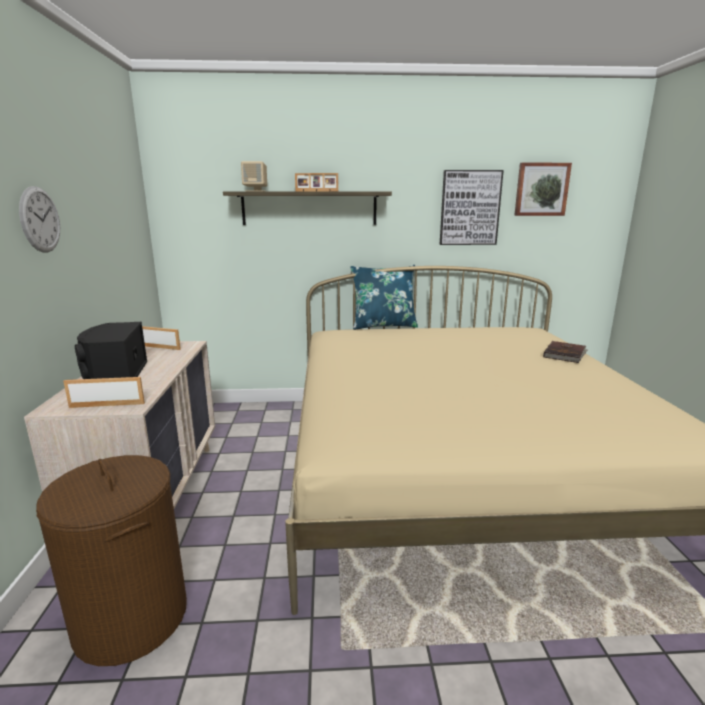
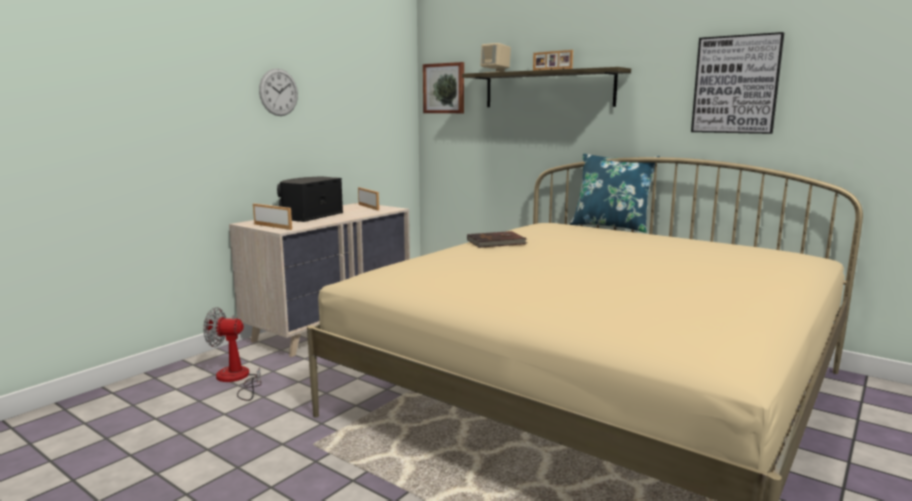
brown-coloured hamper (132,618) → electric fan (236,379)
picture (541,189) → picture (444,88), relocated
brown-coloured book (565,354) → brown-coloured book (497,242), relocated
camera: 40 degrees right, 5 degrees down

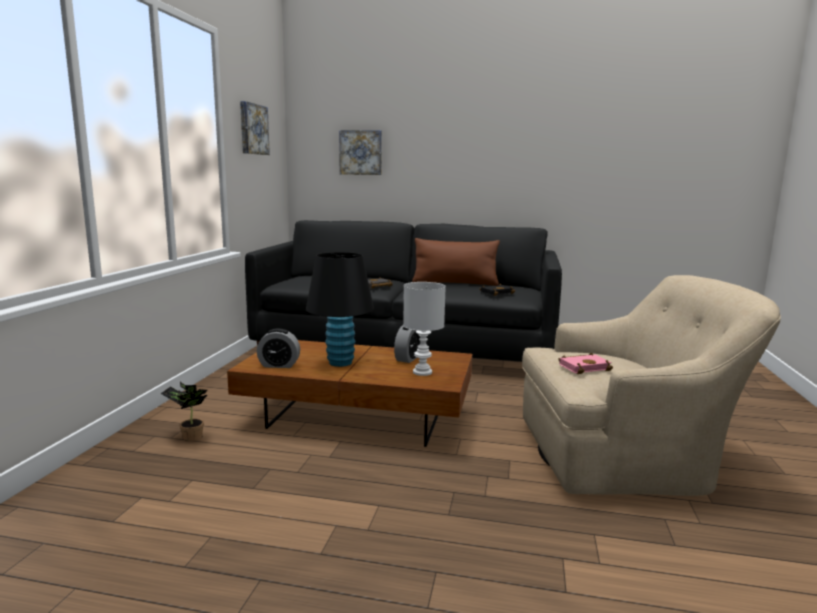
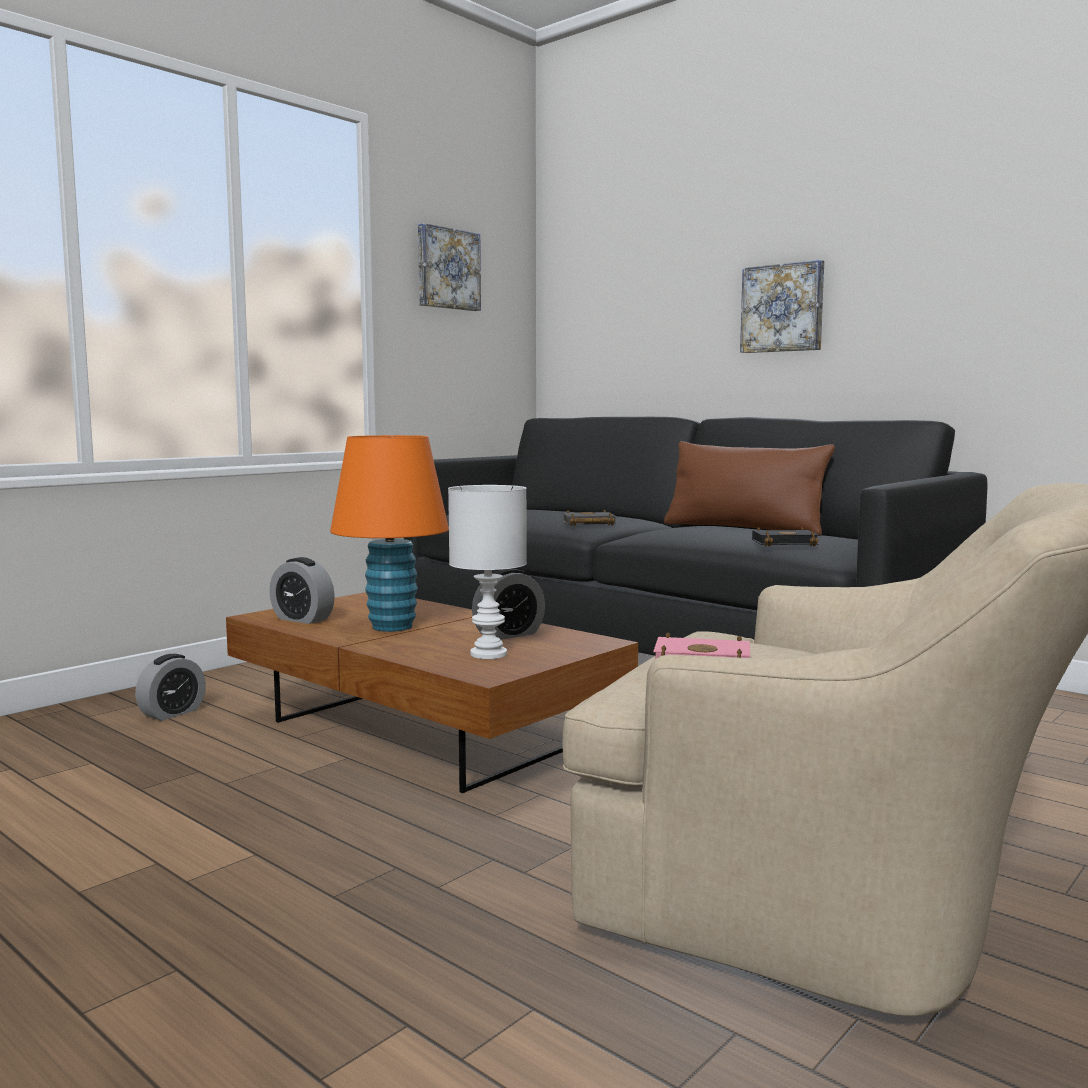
houseplant (189,436) → alarm clock (172,713)
blackish lamp for a table (340,363) → orange-coloured lamp for a table (392,627)
picture (361,152) → picture (783,308), relocated
camera: 30 degrees right, 5 degrees down

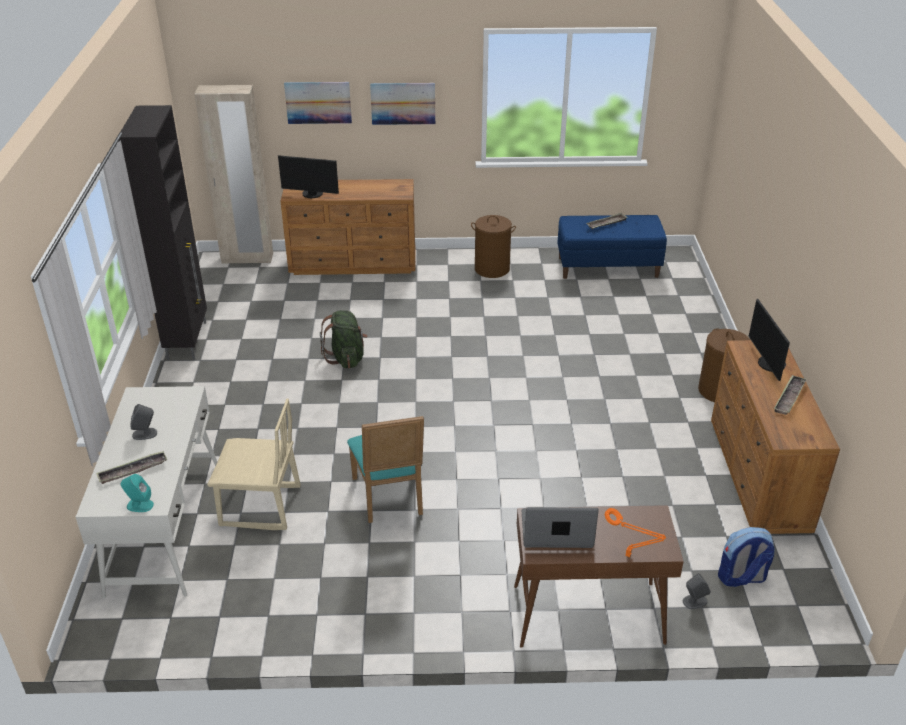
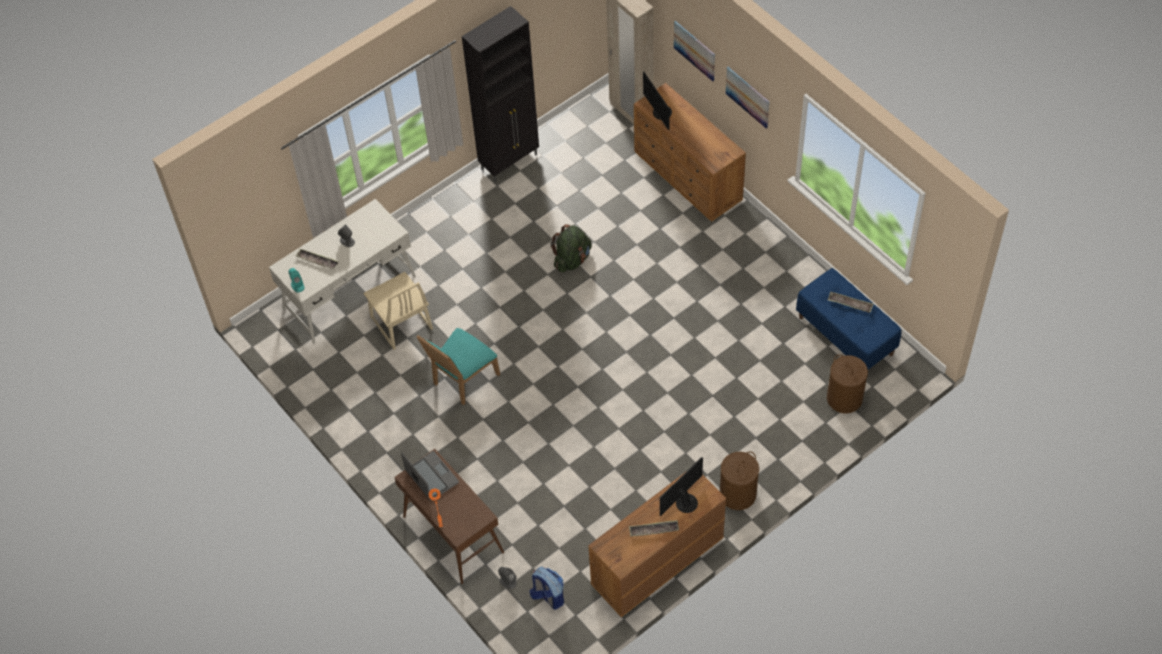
brown-coloured hamper (492,269) → brown-coloured hamper (844,398), relocated
camera: 55 degrees right, 20 degrees up

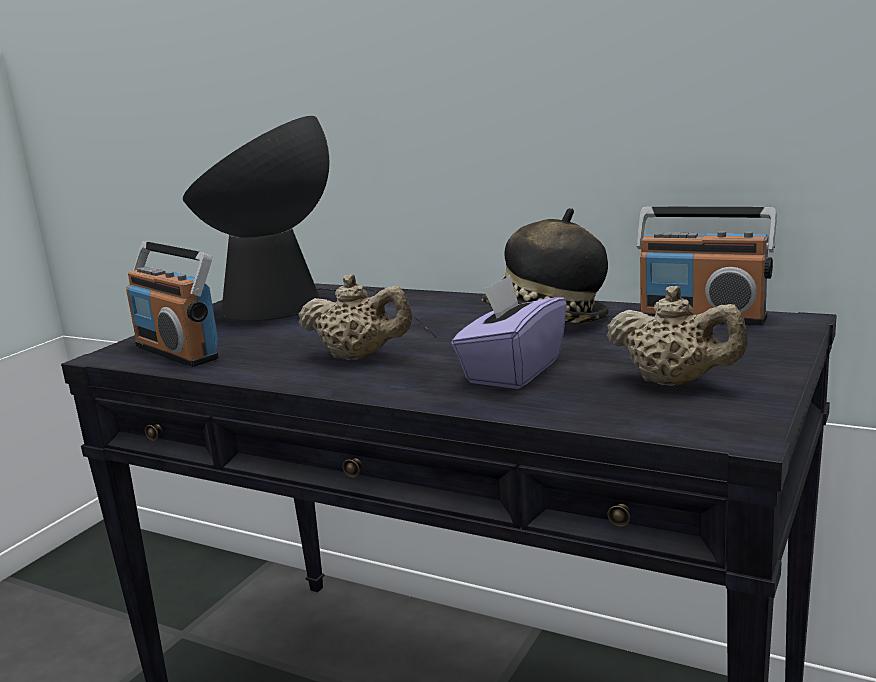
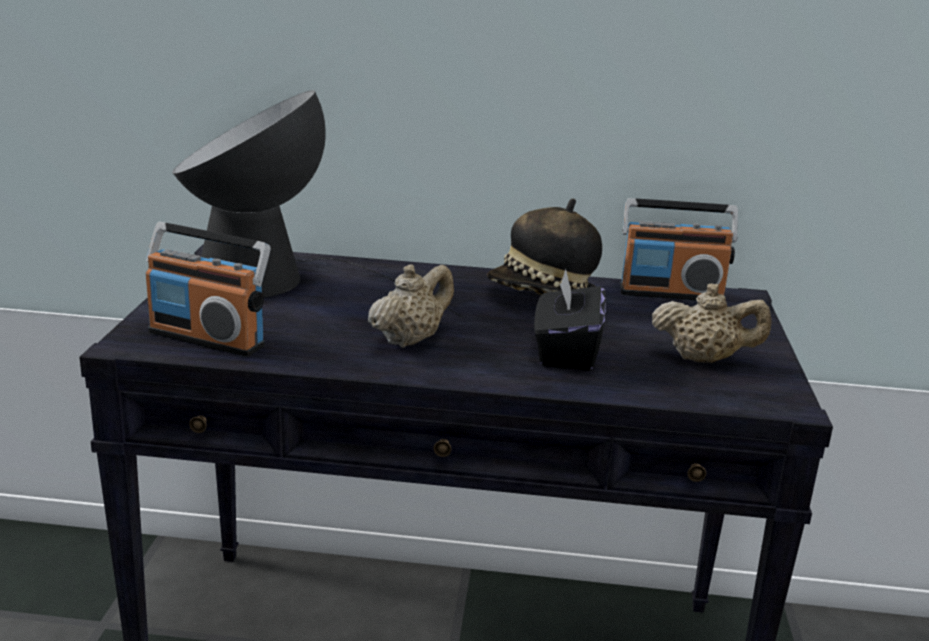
sand-coloured pot for tea (359,356) → sand-coloured pot for tea (410,340), 45 degrees counterclockwise
purplish tissue holder (512,371) → blackish tissue holder (566,352)
camera: 25 degrees left, 5 degrees up

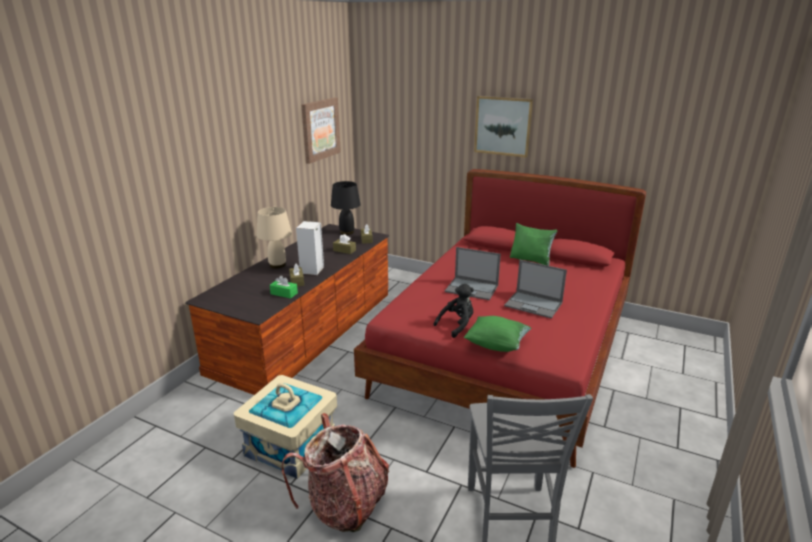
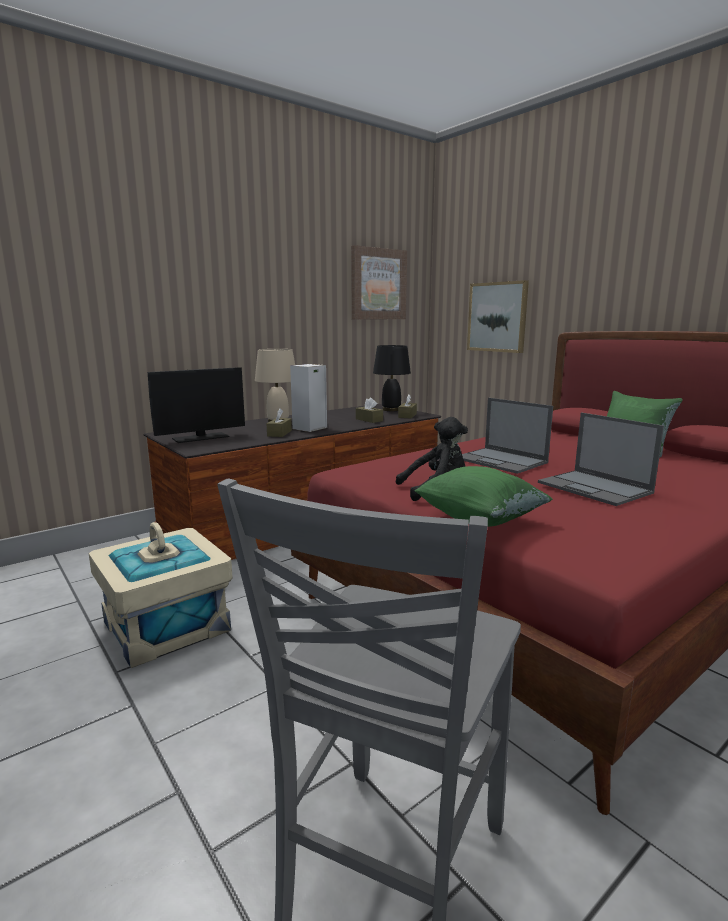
- → computer screen (200,437)
picture (503,126) → picture (497,317), relocated
greenish tissue holder (284,293) → -
backpack (344,505) → -
camera: 25 degrees right, 10 degrees down

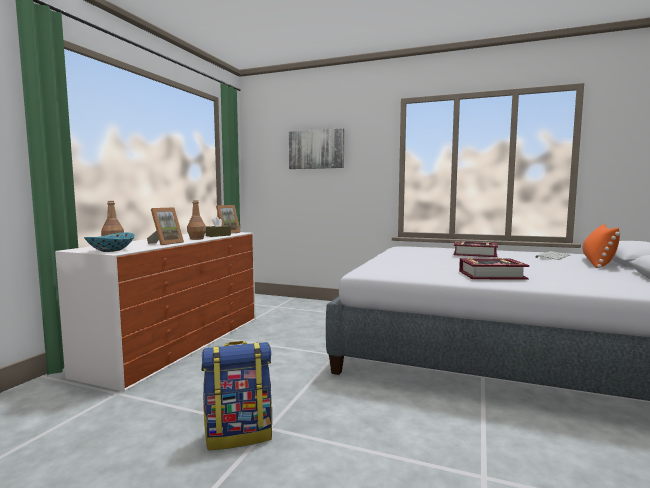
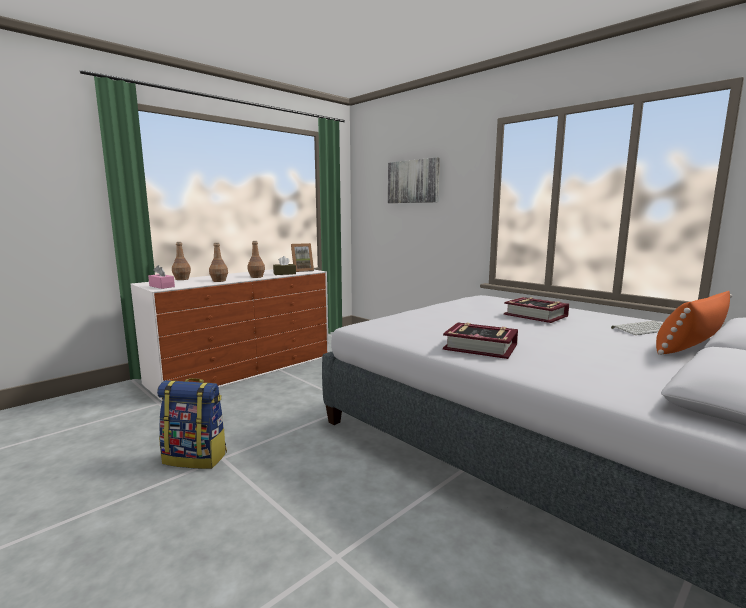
serving bowl (111,250) → pink-coloured tissue holder (162,286)
picture frame (165,243) → brown-coloured beverage bottle (219,281)
camera: 25 degrees right, 5 degrees up

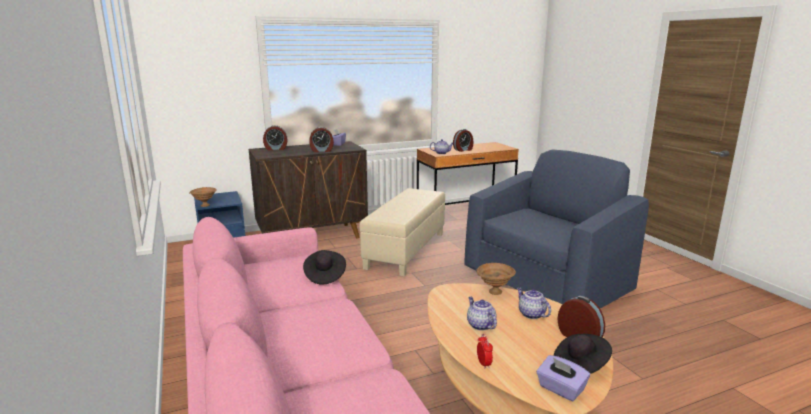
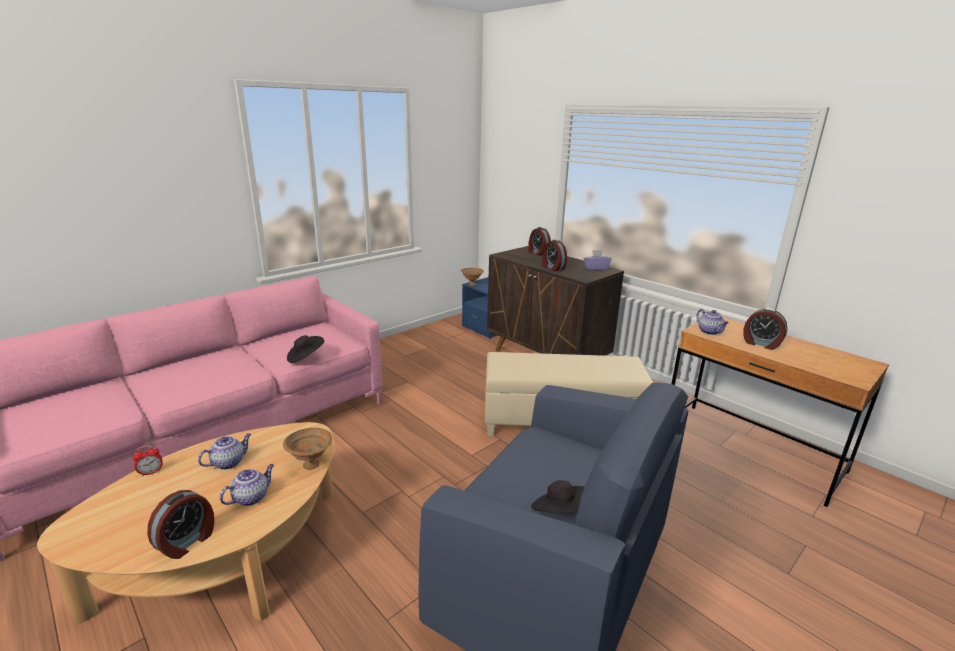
blackish hat (580,366) → blackish hat (559,511), relocated
purplish tissue holder (560,389) → -
camera: 70 degrees right, 5 degrees up

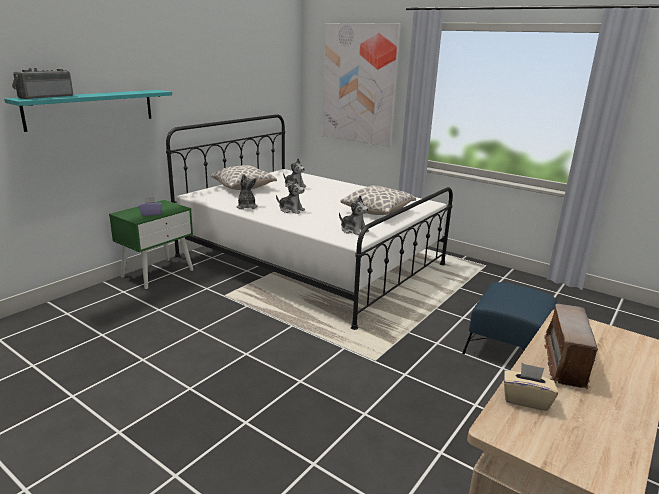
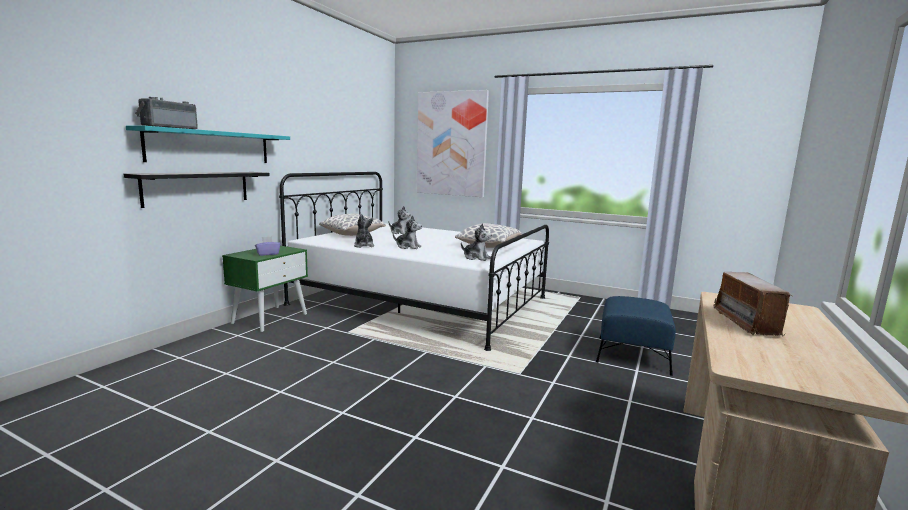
- → blackish wall shelf (197,188)
sand-coloured tissue holder (525,399) → -
camera: 10 degrees left, 10 degrees down

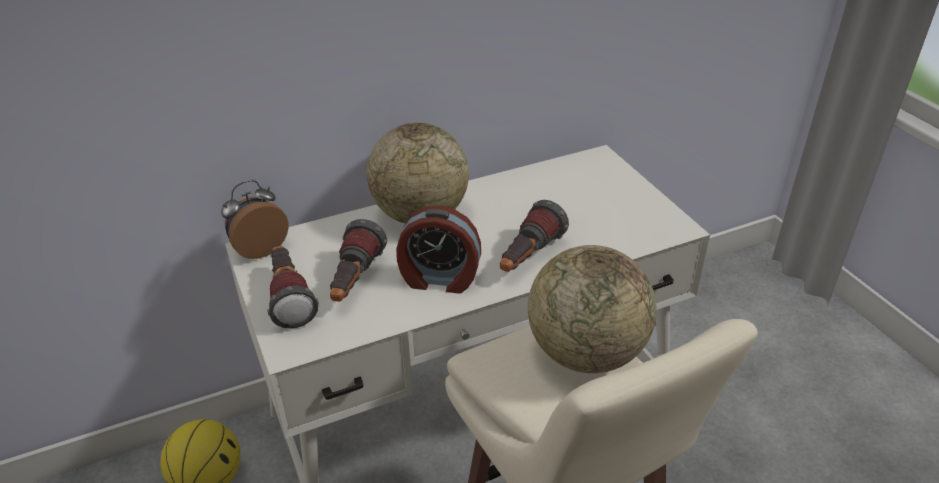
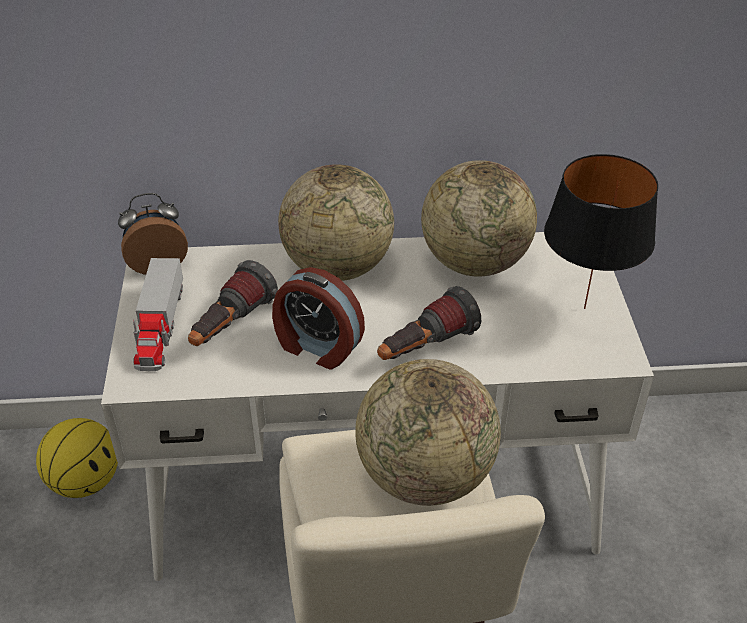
hand torch (289,298) → toy truck (159,327)
- → globe (474,262)
- → blackish lamp for a table (583,307)
camera: 20 degrees right, 5 degrees up

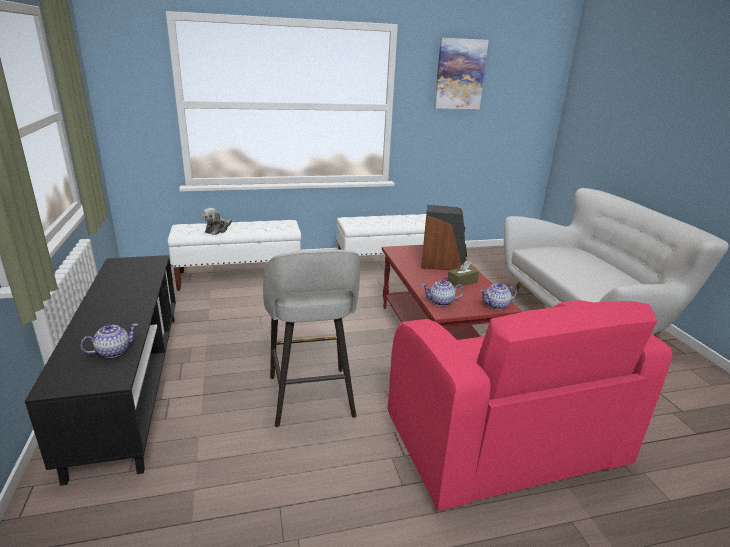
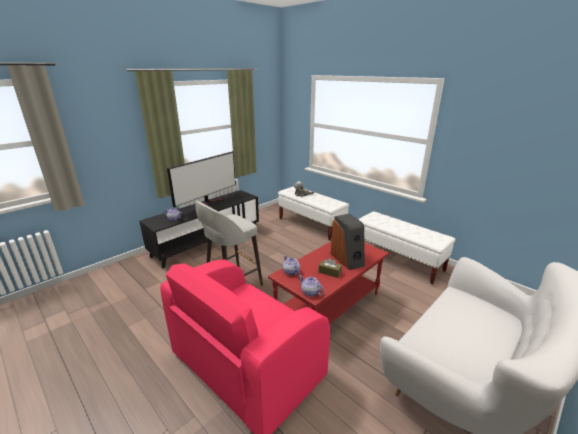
- → TV set (210,202)
picture (460,74) → -
camera: 60 degrees right, 0 degrees up

